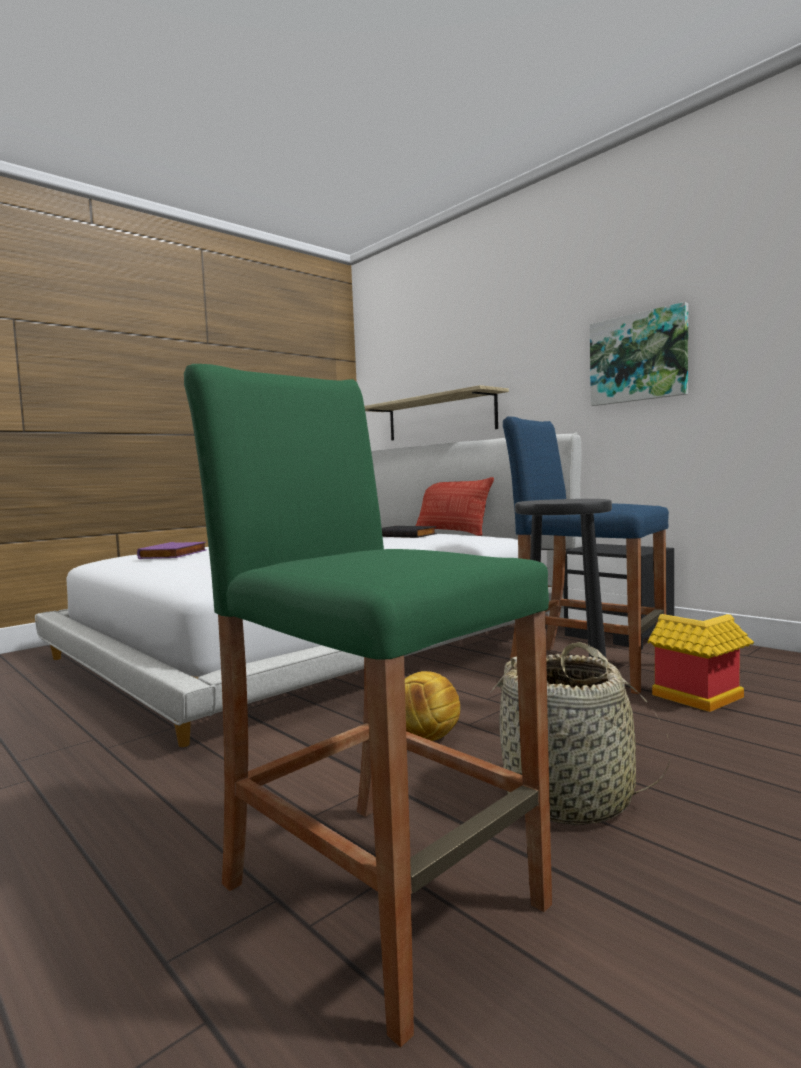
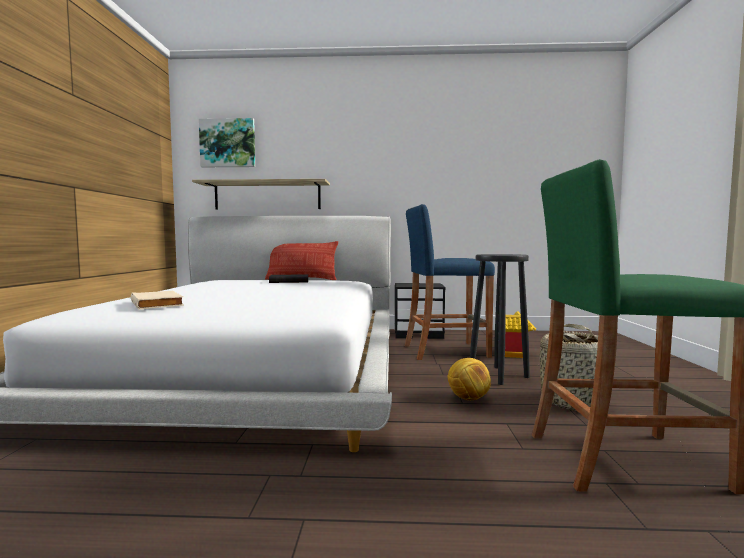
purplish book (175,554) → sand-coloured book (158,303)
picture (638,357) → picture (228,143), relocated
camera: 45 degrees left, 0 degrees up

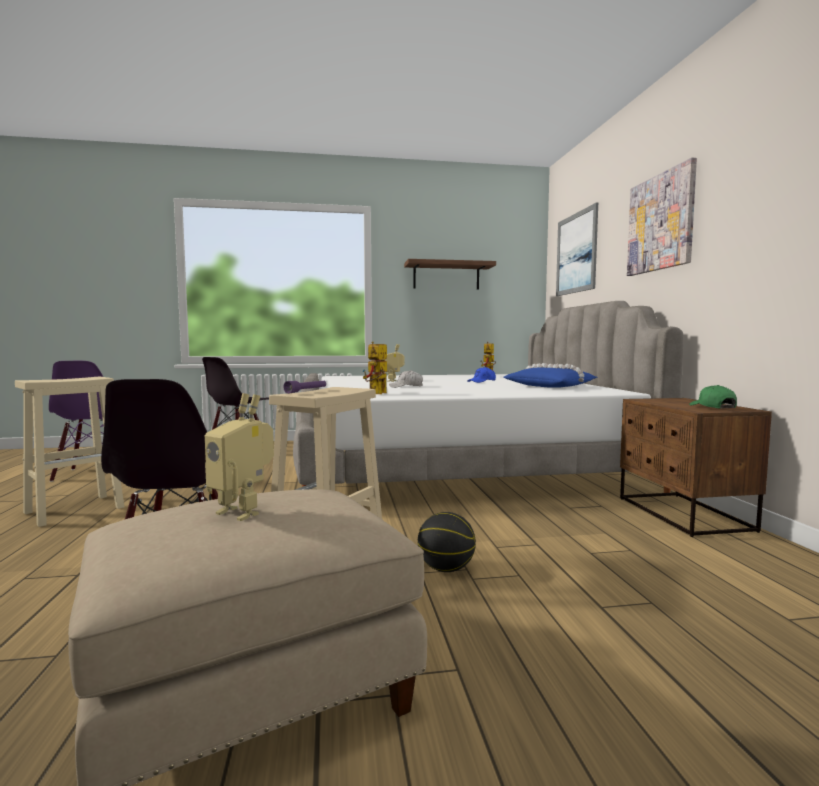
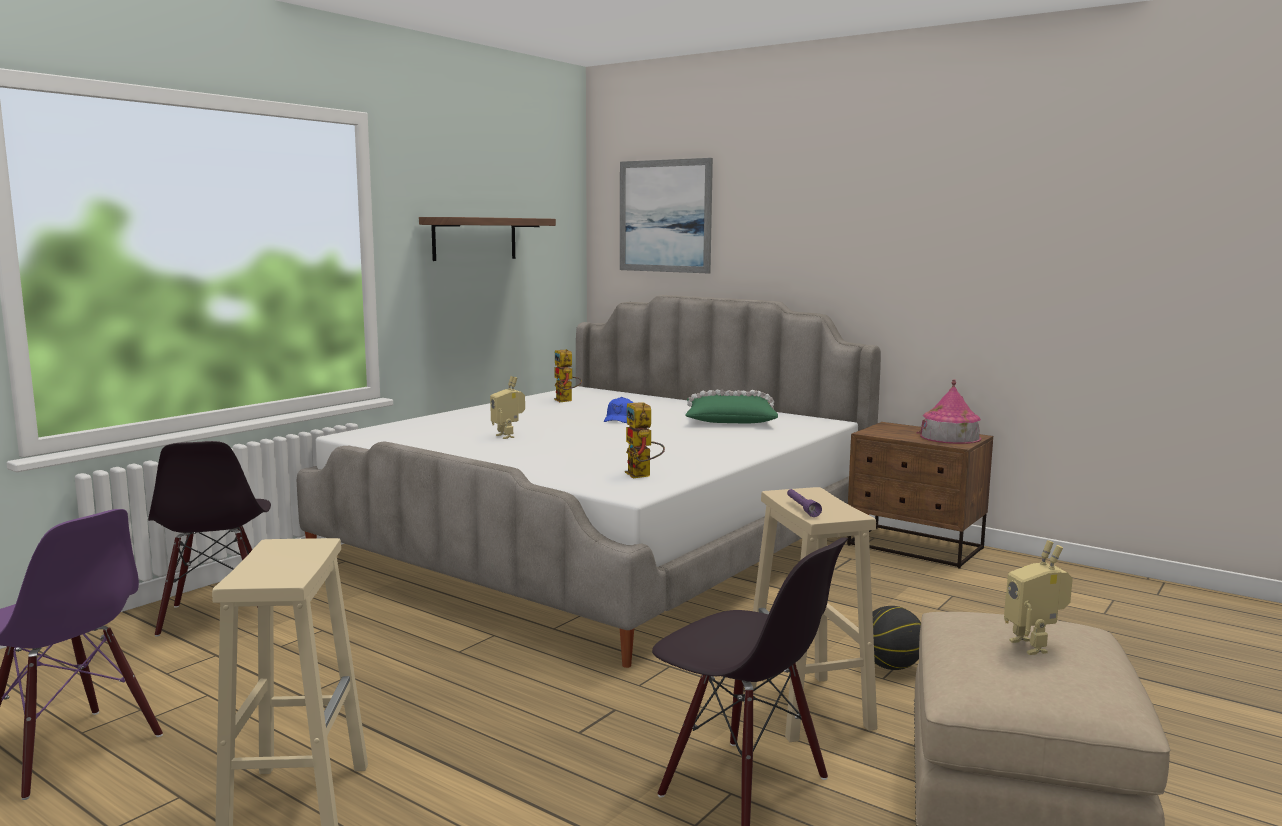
blue cushion (550,386) → greenish cushion (729,419)
greenish baseball cap (712,407) → toy house (950,437)
toy robot (243,511) → toy robot (1034,646), 90 degrees clockwise
white-coloured baseball cap (406,387) → -
picture (660,222) → -
camera: 45 degrees left, 5 degrees up

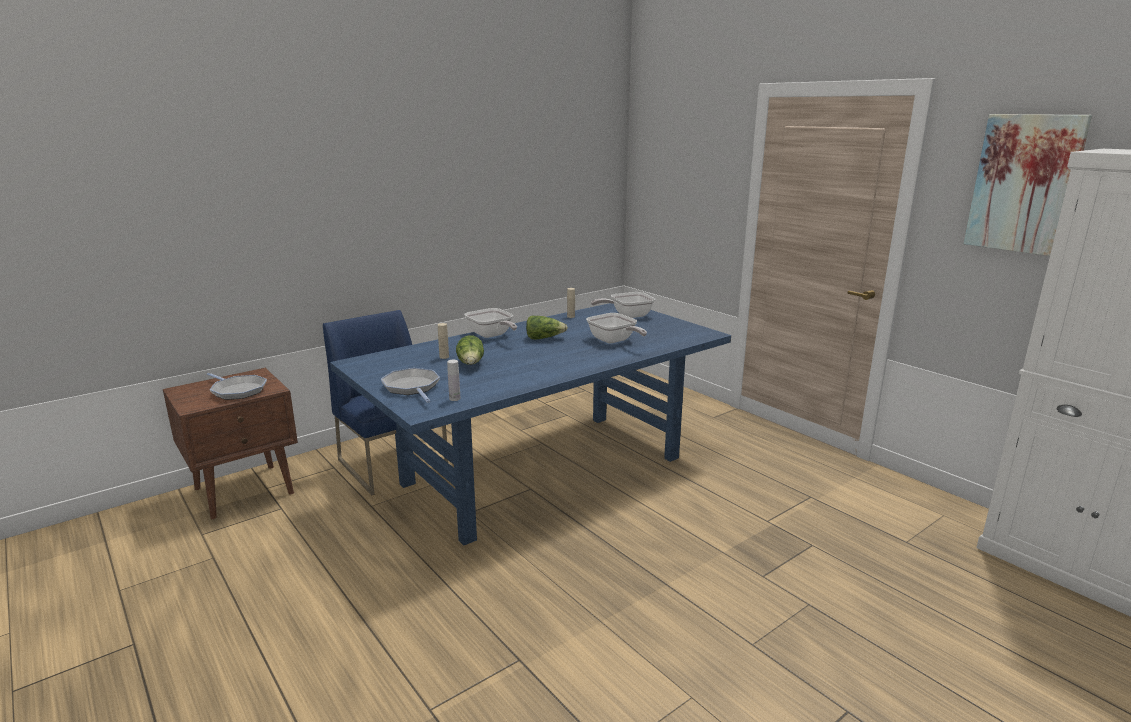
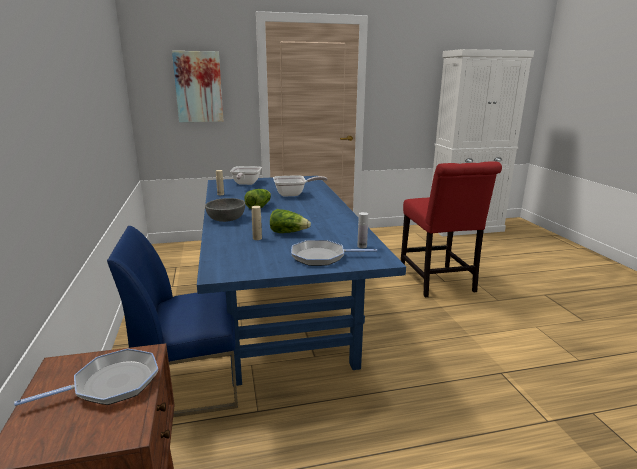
picture (1024,184) → picture (198,87), relocated
pan (491,335) → grey serving bowl (226,218)
- → reddish chair (438,283)
camera: 65 degrees left, 0 degrees up

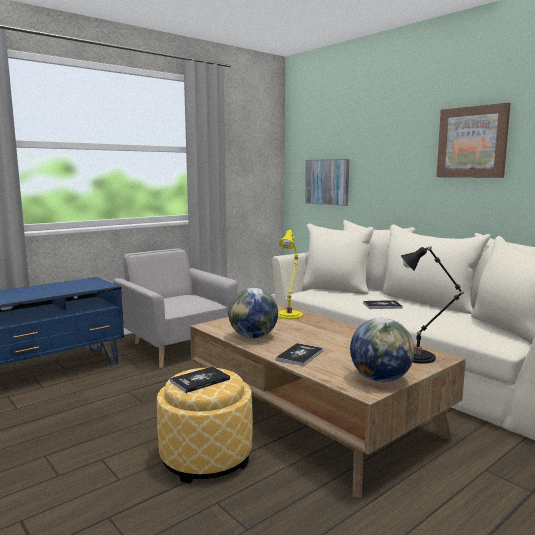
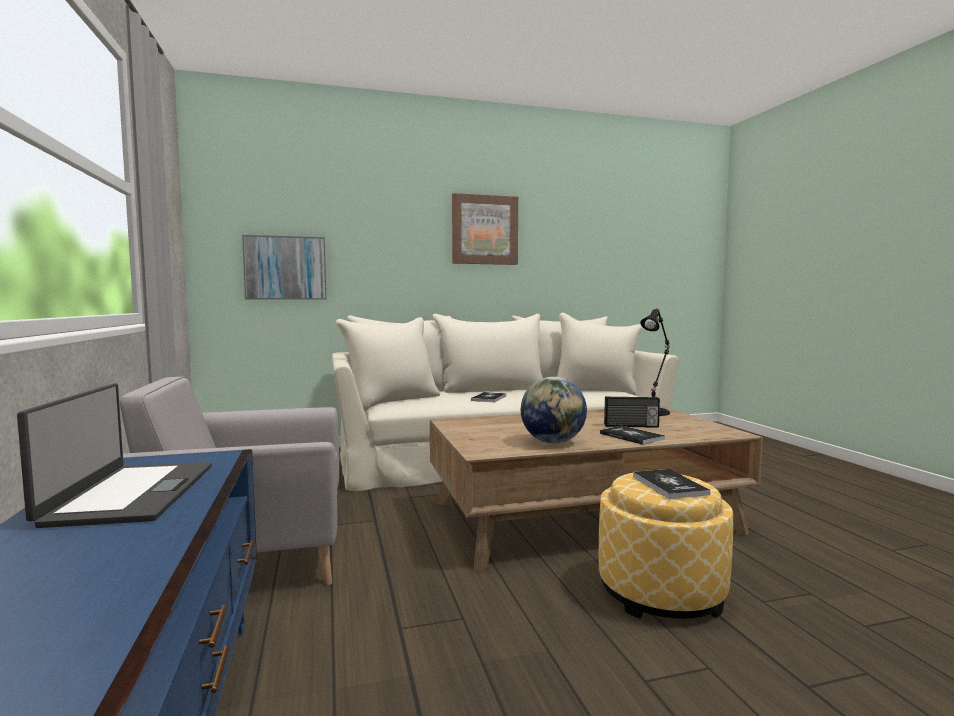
- → laptop (131,493)
- → radio (631,426)
yellowish lamp for a table (290,314) → -
globe (380,379) → -
camera: 65 degrees left, 5 degrees down

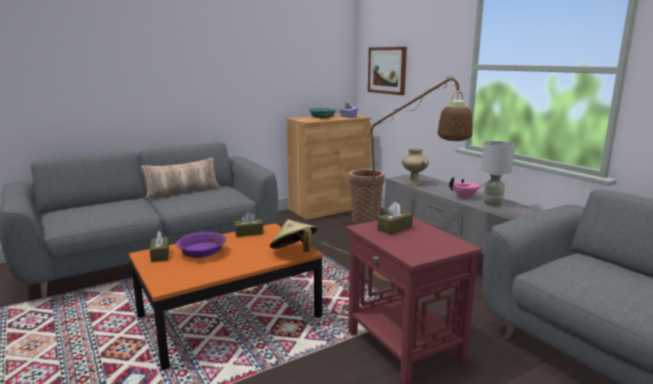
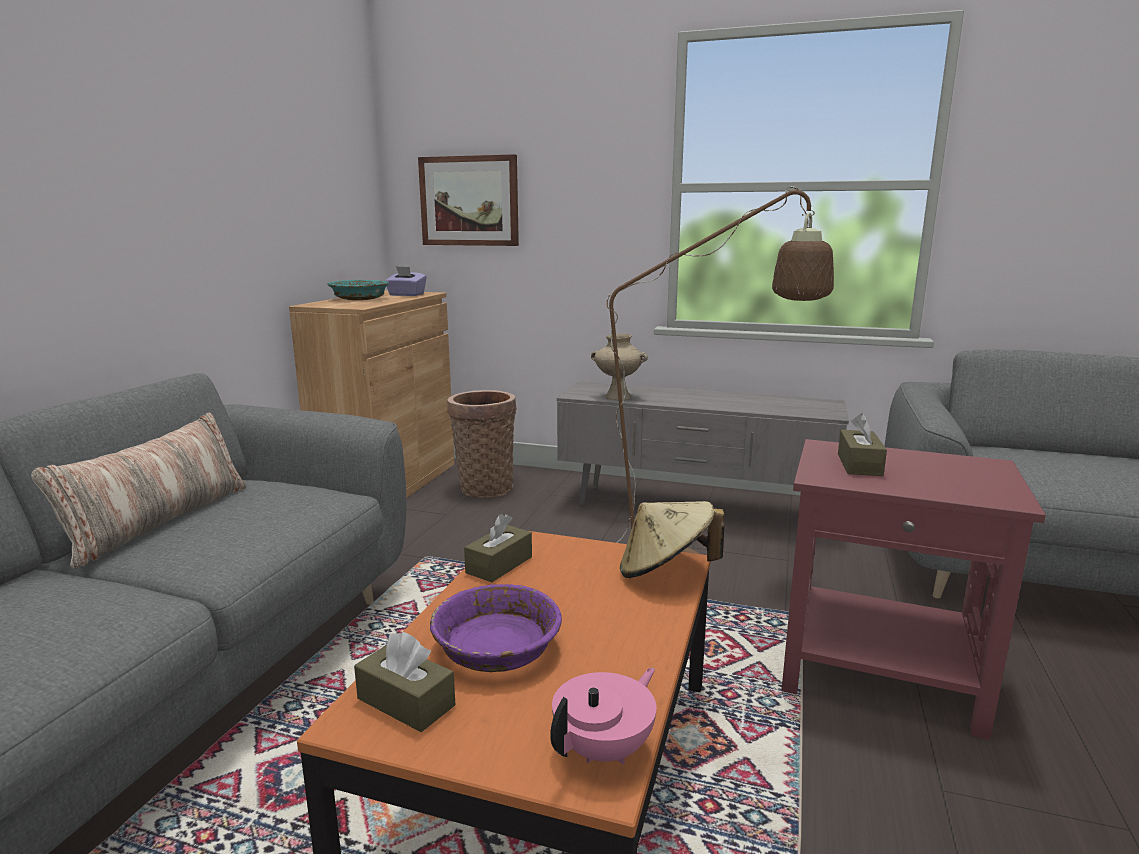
pink-coloured pot for tea (465,197) → pink-coloured pot for tea (605,749), relocated
grey lamp for a table (492,203) → -
camera: 40 degrees left, 0 degrees up

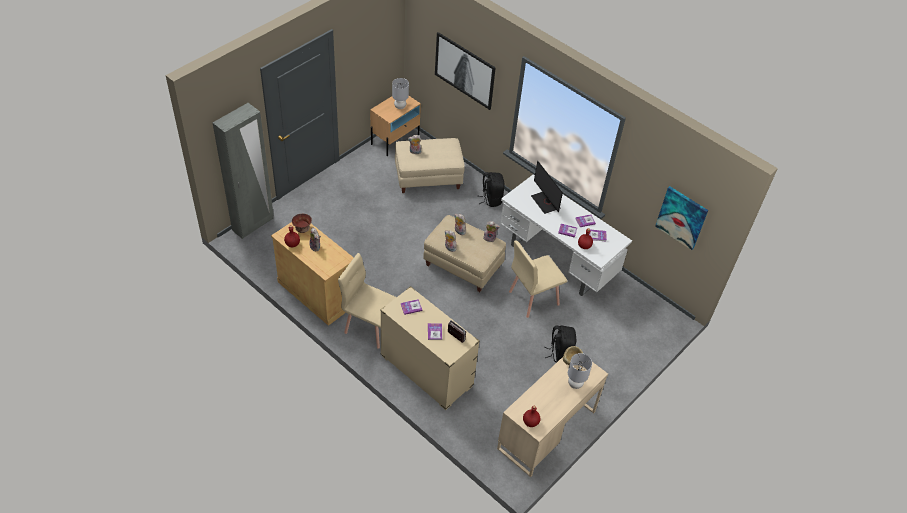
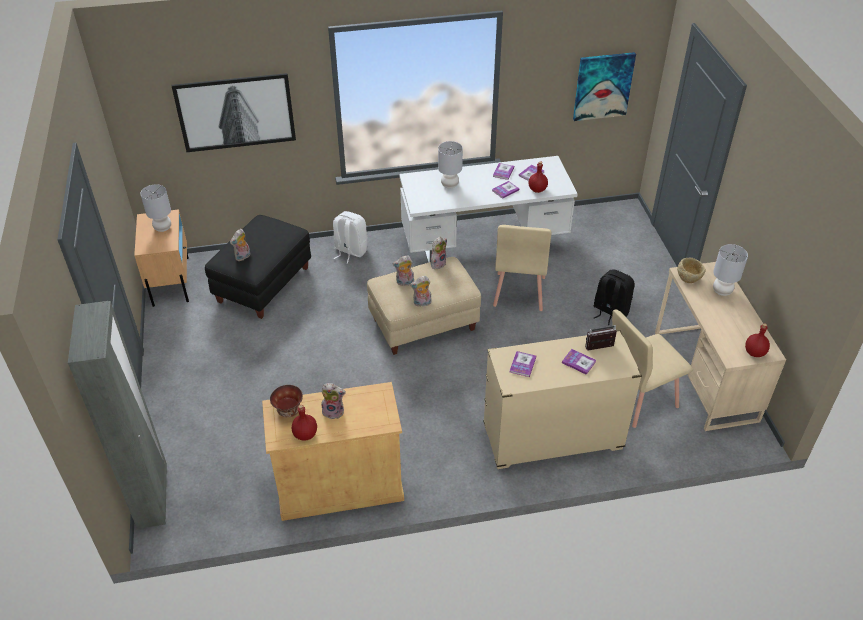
sand-coloured footrest (428,178) → blackish footrest (263,284)
blackish backpack (491,199) → white-coloured backpack (350,251)
computer screen (546,202) → grey lamp for a table (450,185)
sand-coloured chair (370,326) → sand-coloured chair (639,398), relocated
camera: 50 degrees left, 5 degrees down

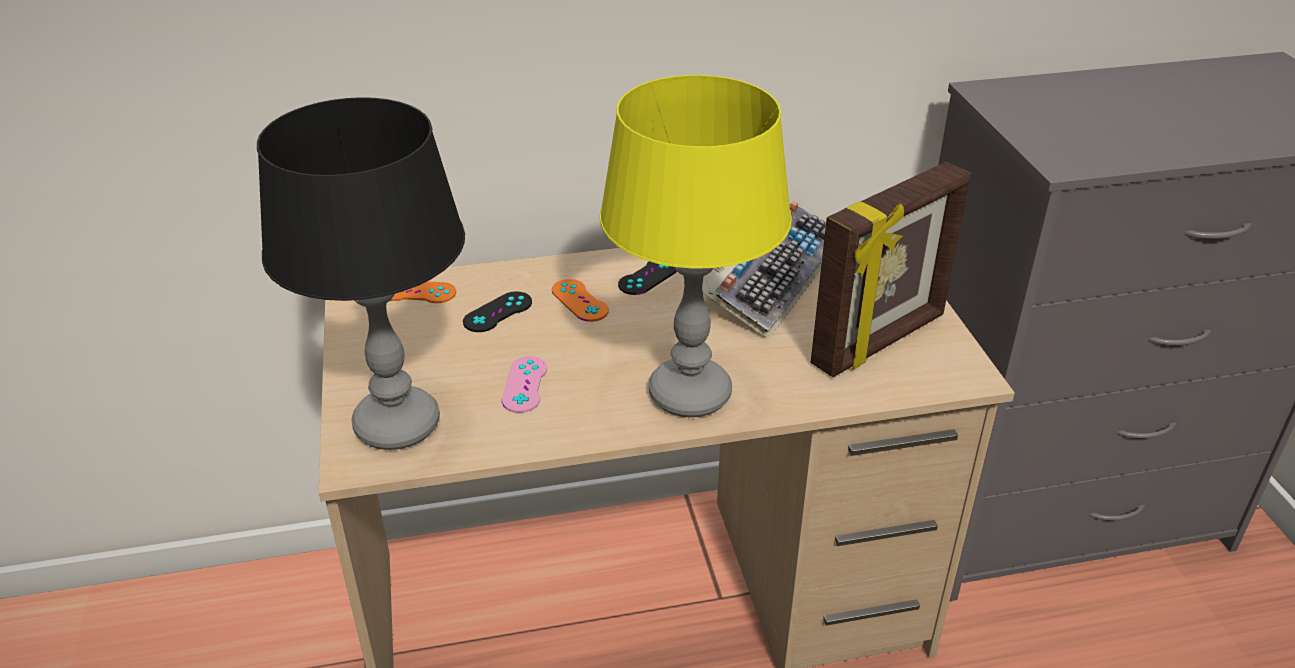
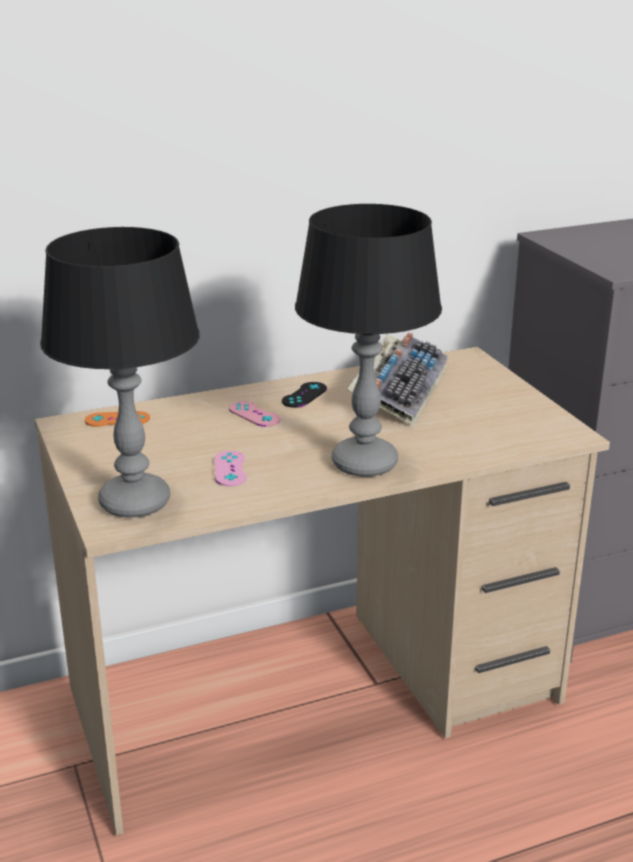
orange-coloured joypad (580,301) → pink-coloured joypad (254,414)
yellowish lamp for a table (690,395) → blackish lamp for a table (365,464)
blackish joypad (498,312) → -
picture frame (880,341) → -
camera: 10 degrees left, 10 degrees down

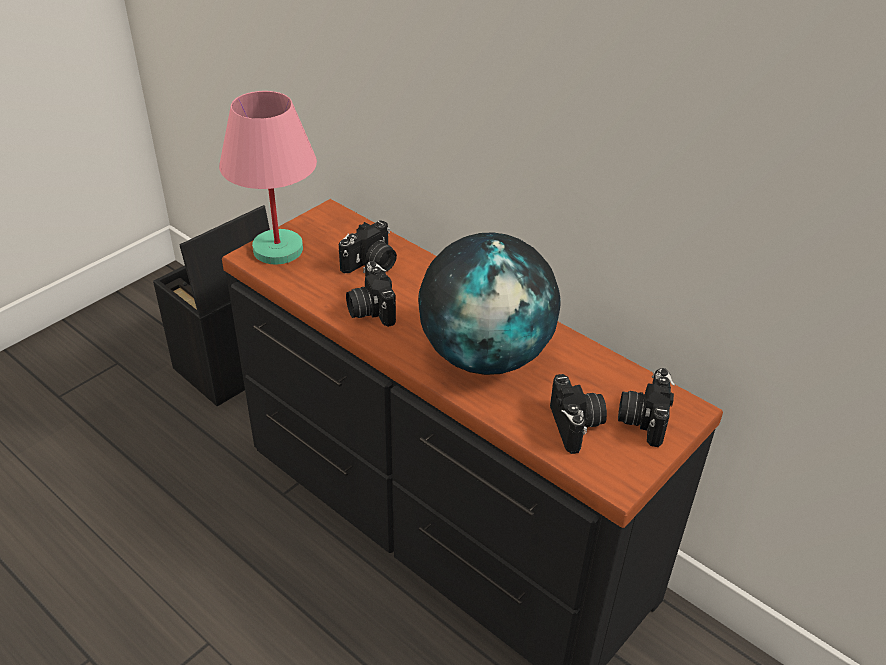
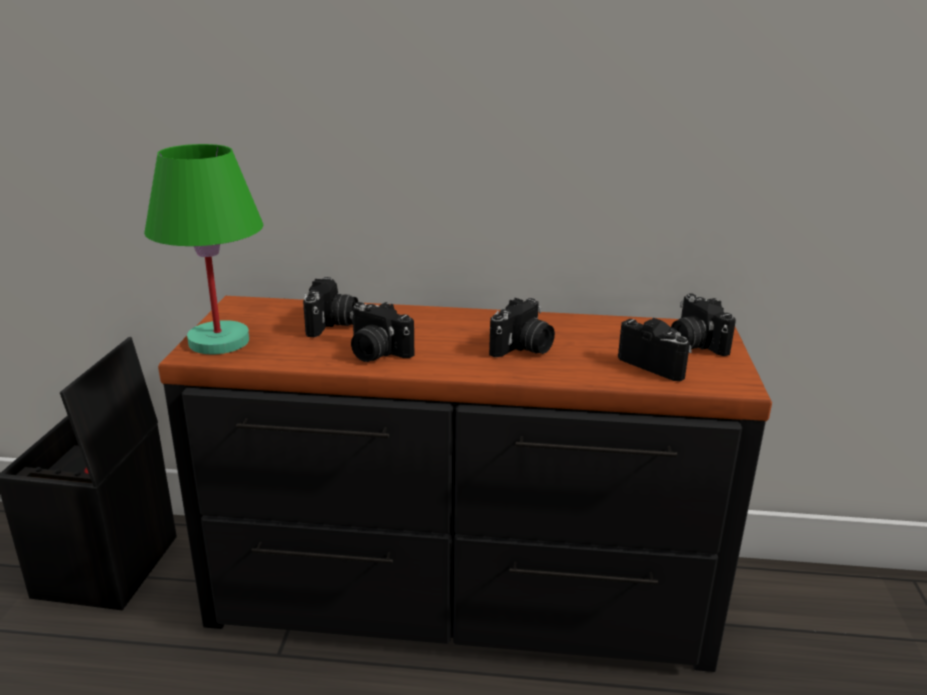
pink-coloured lamp for a table (279,250) → greenish lamp for a table (220,341)
globe (485,356) → still camera (523,348)
camera: 35 degrees left, 15 degrees down

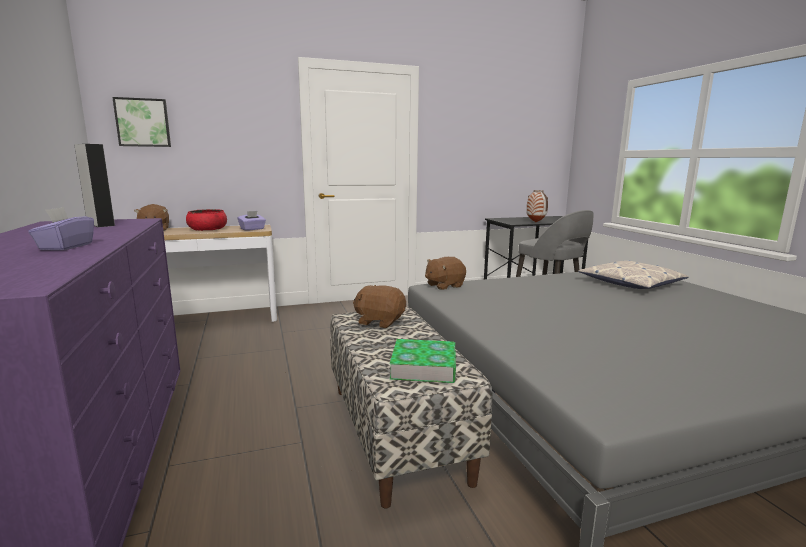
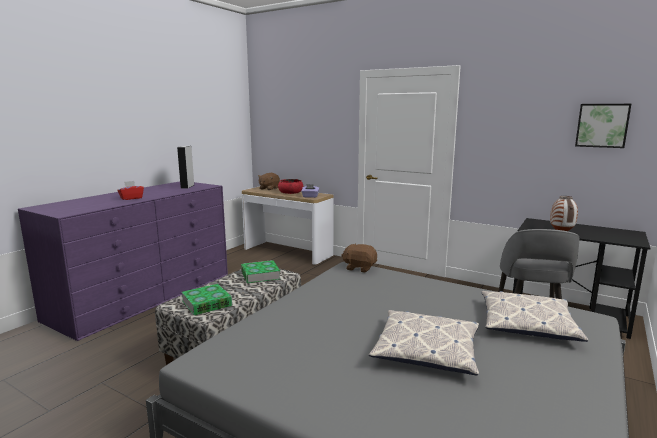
purplish tissue holder (66,247) → reddish tissue holder (131,198)
brown-coloured plush toy (380,321) → book (260,275)
- → cushion (426,350)
picture (143,122) → picture (602,125), relocated
camera: 50 degrees right, 0 degrees up

